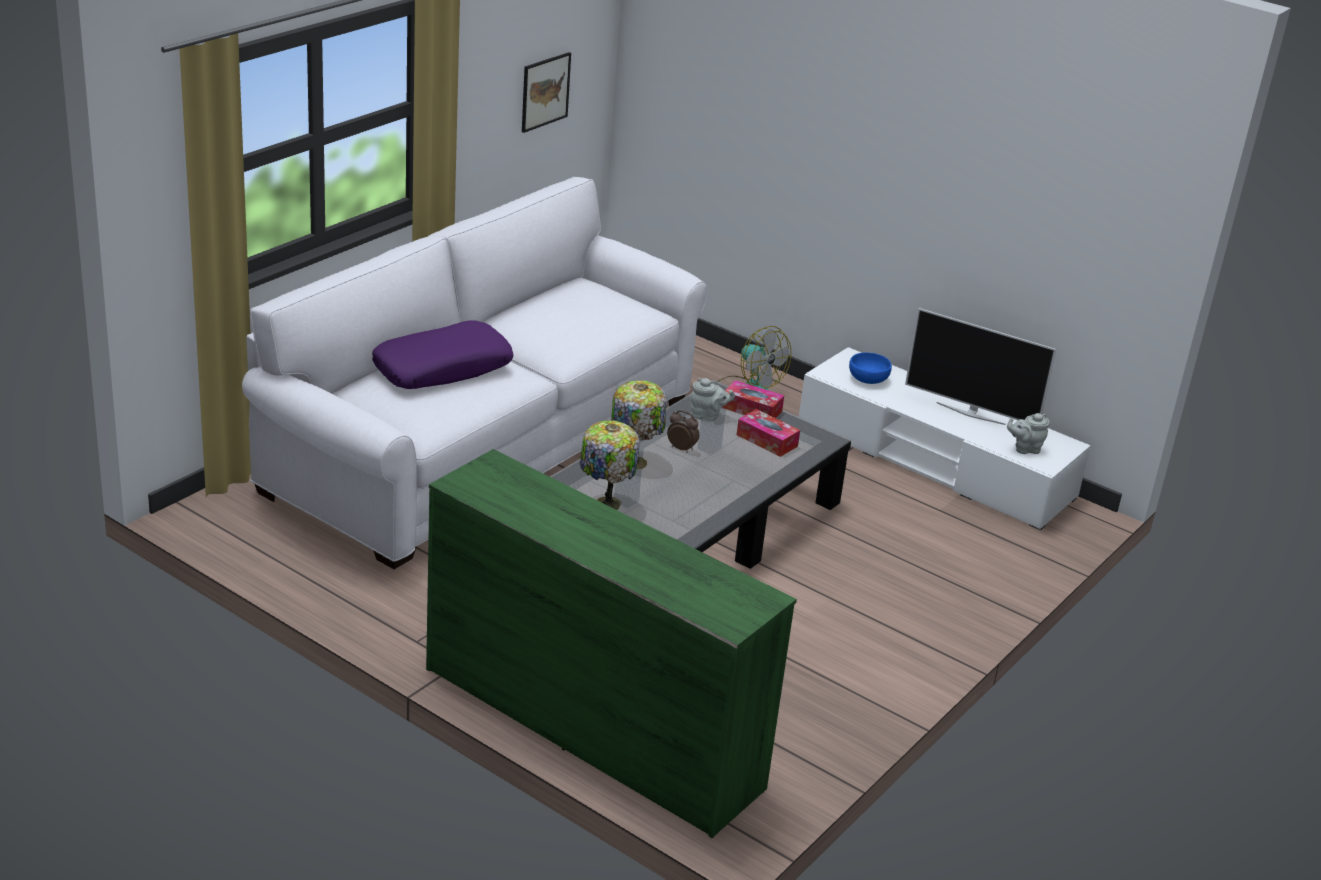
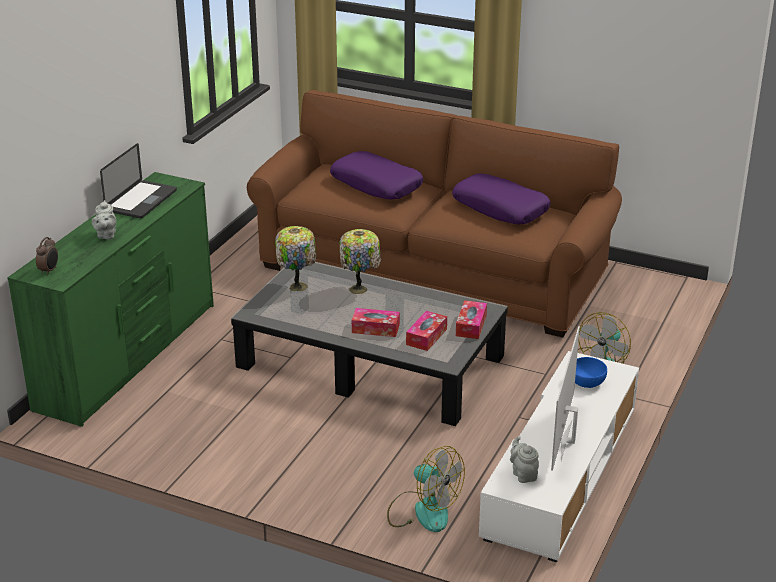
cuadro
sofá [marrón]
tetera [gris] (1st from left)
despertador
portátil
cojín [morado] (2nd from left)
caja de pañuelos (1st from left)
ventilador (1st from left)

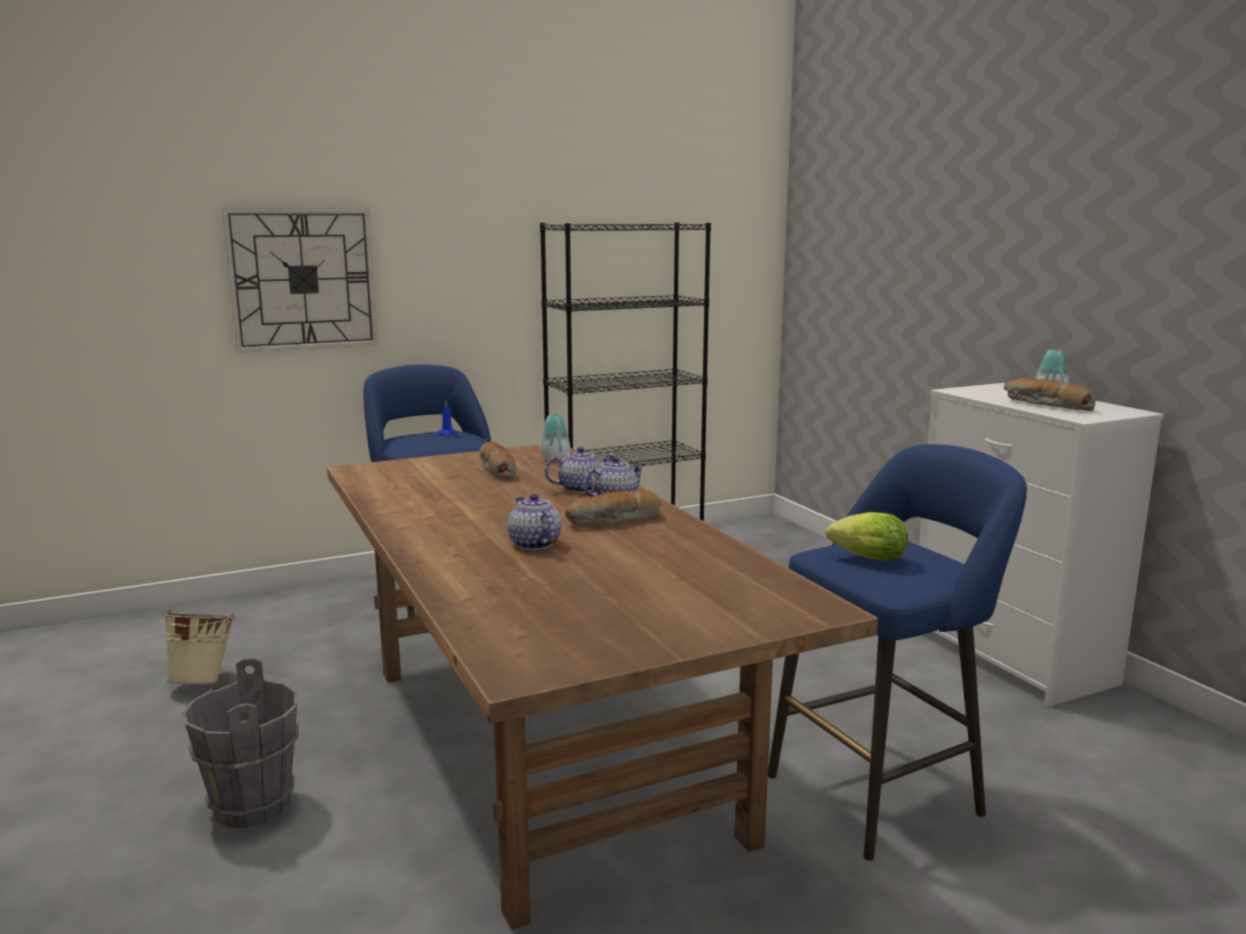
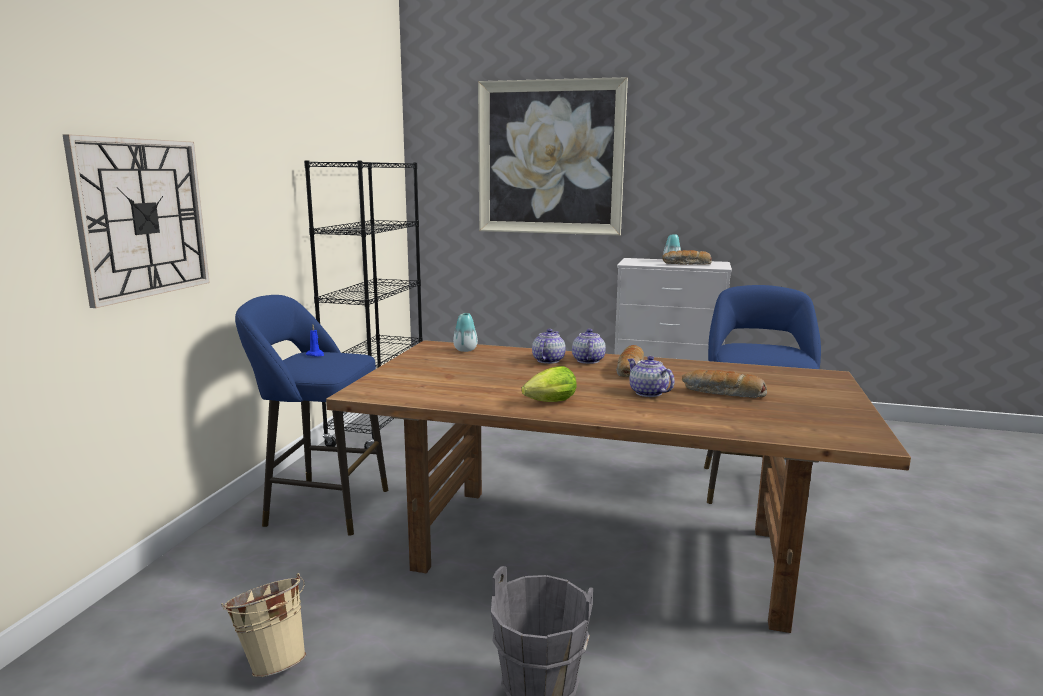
pan (3rd from left)
tetera (3rd from left)
lechuga
cuadro

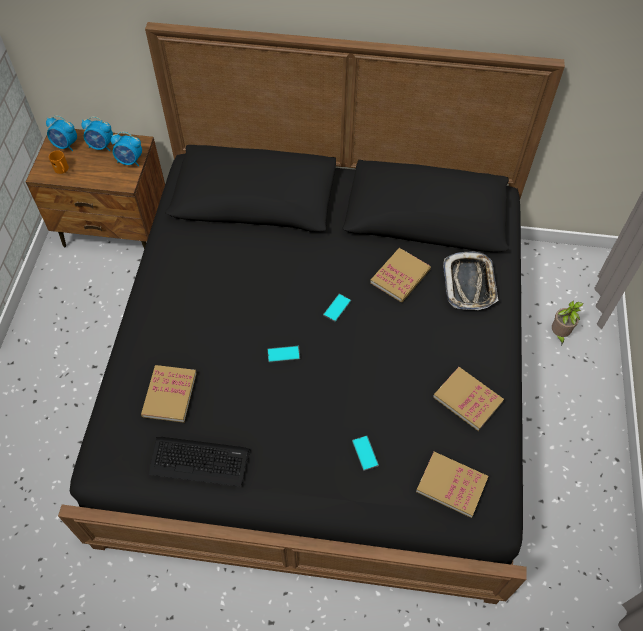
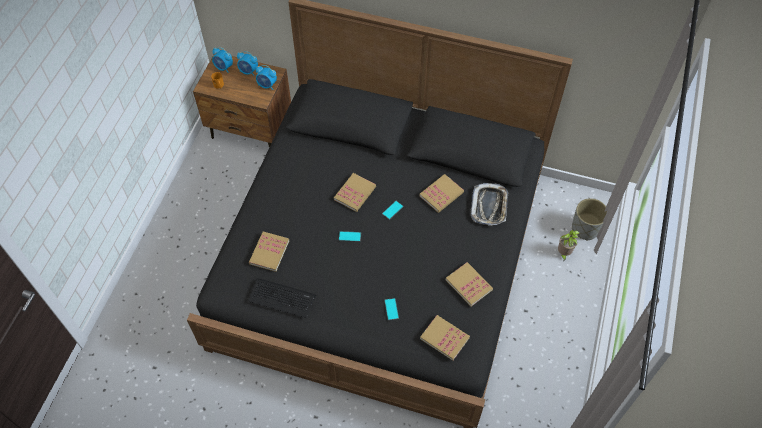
libro (2nd from left)
maceta [gris]

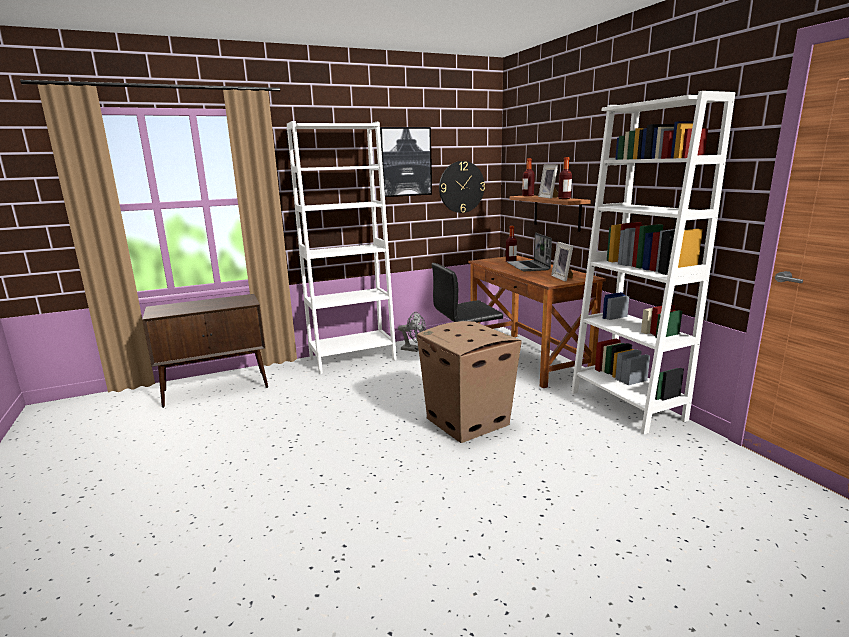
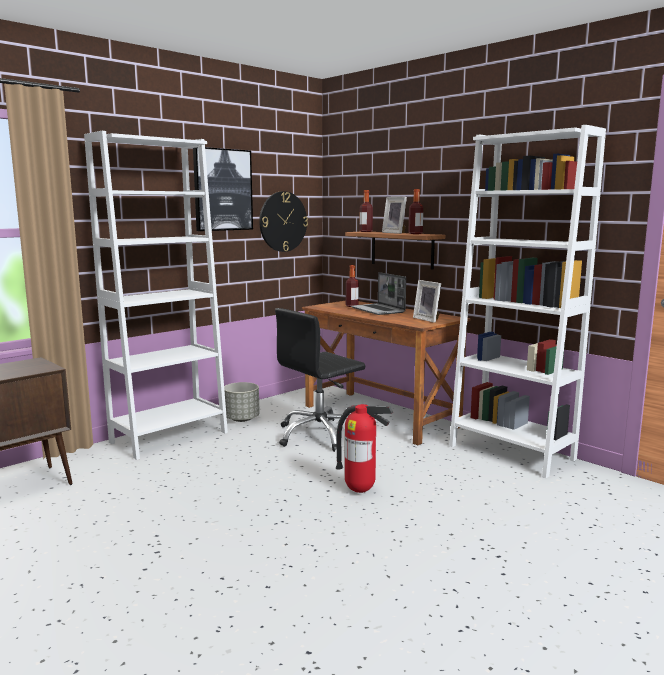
maceta [gris]
extintor

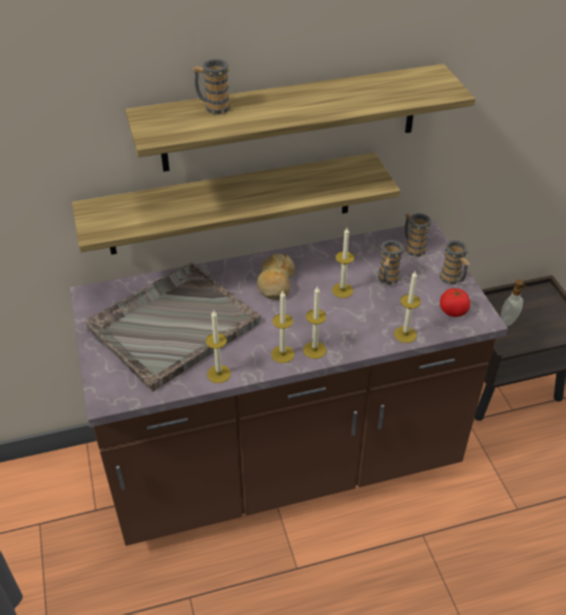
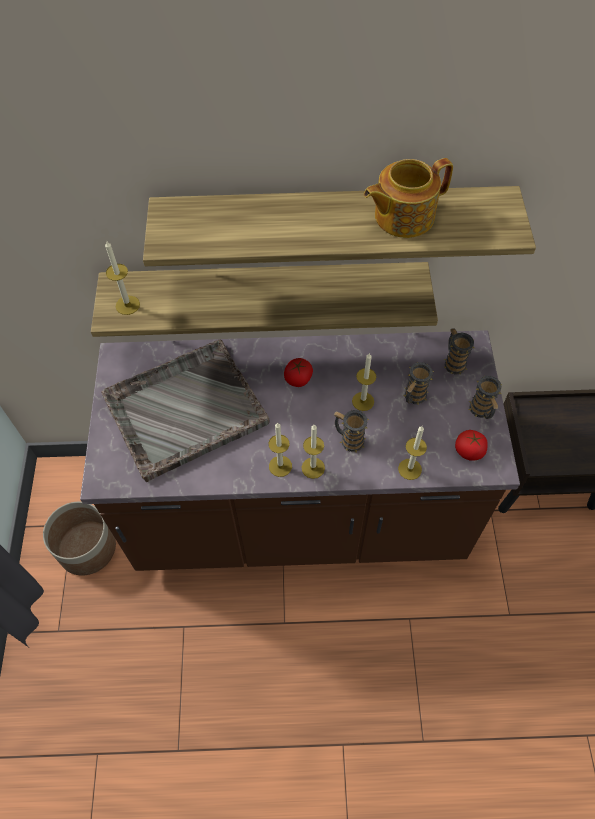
taza grande (1st from left)
tomate (1st from left)
dispensador de jabón
vela (1st from left)
tetera
maceta

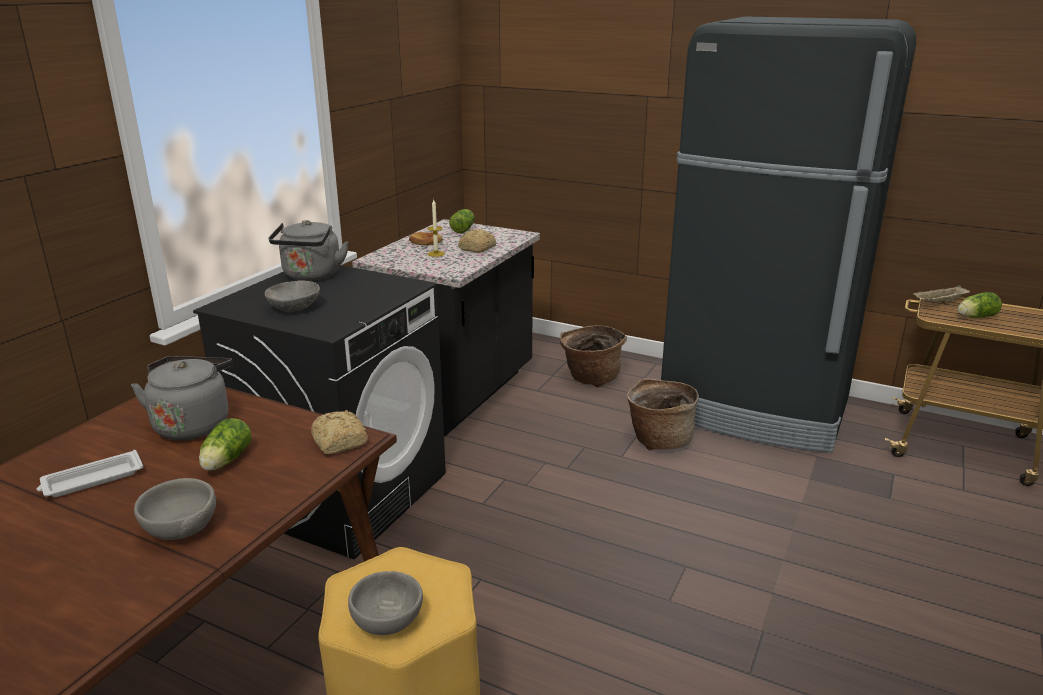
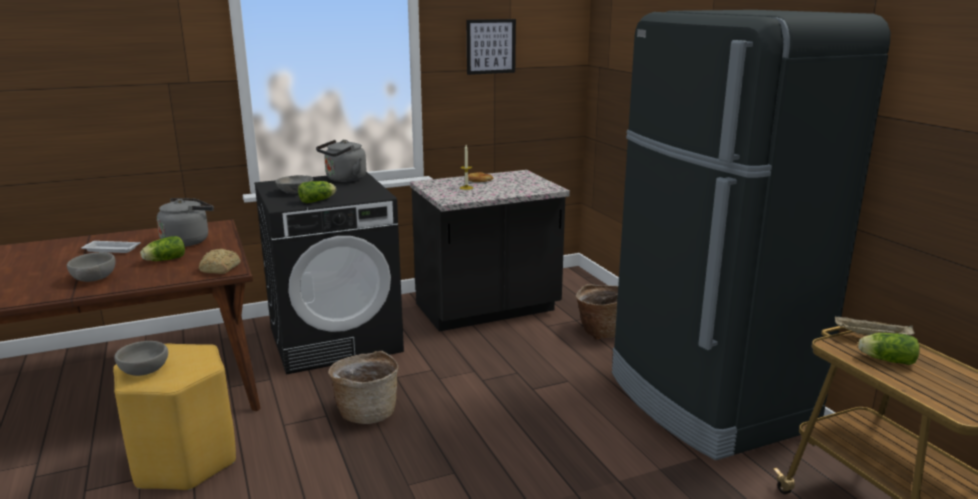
lechuga (2nd from left)
pan (3rd from left in the first image)
cesta (1st from left)
cuadro

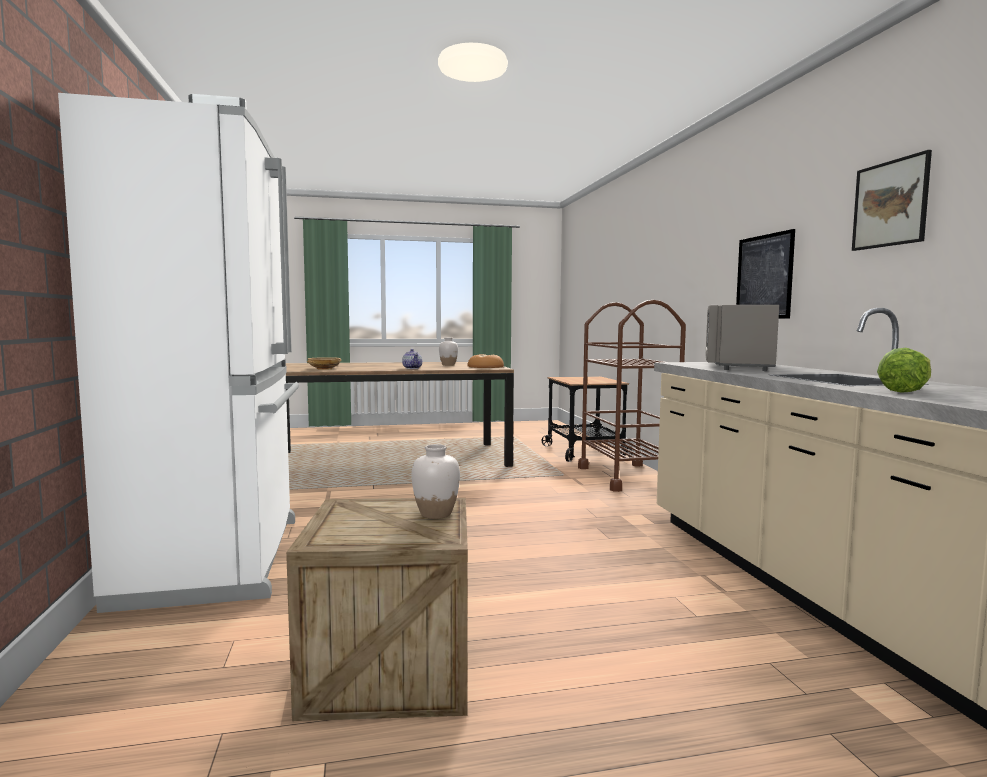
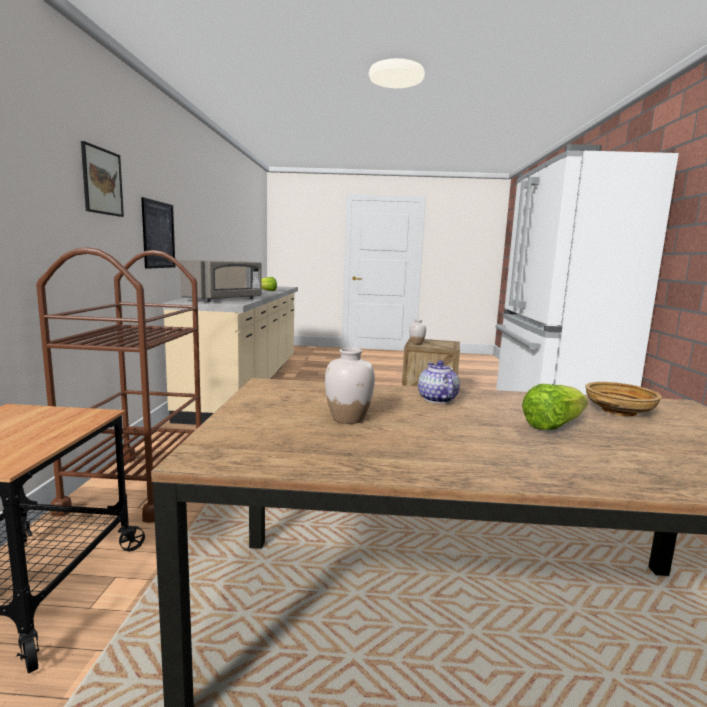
cuadro (1st from left)
pan
lechuga (2nd from left)

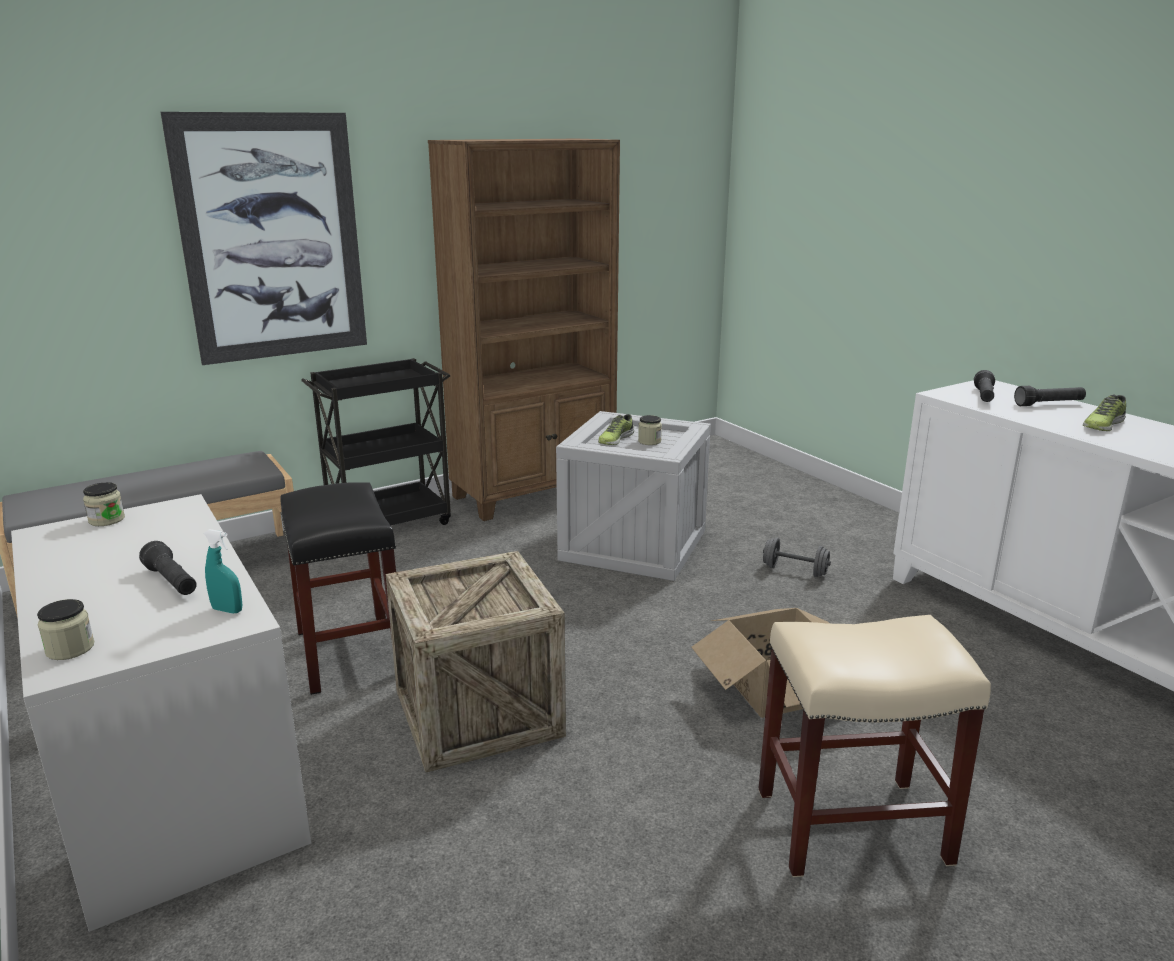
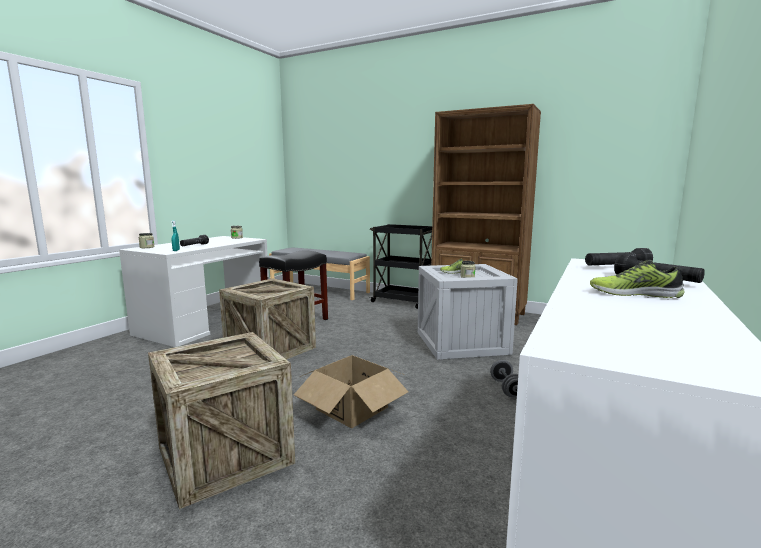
cuadro
caja de embalaje (1st from left)

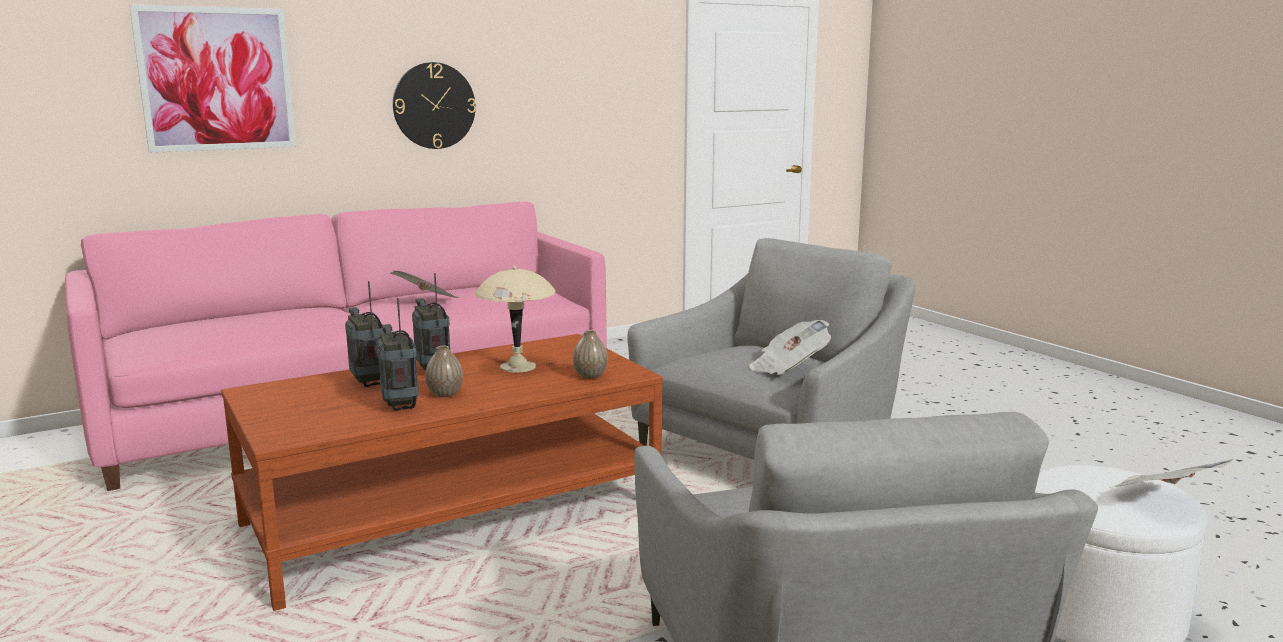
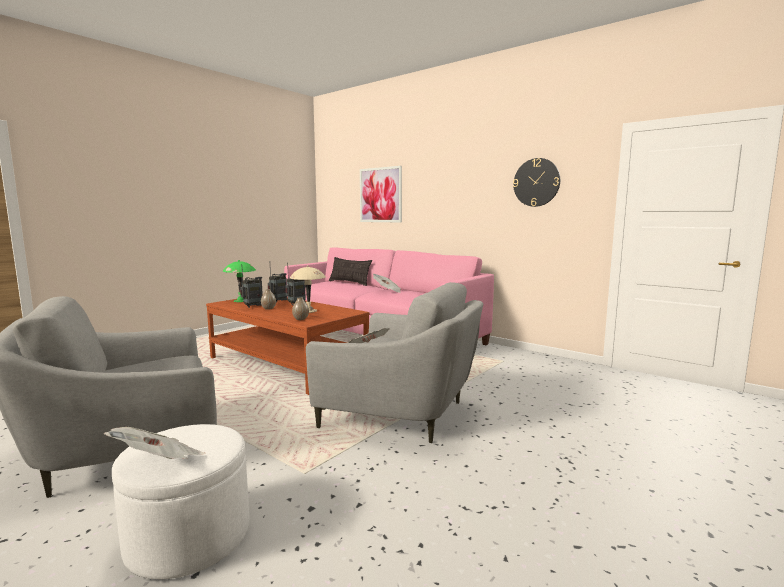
reloj de pared
cojín
lámpara de mesa [verde]

